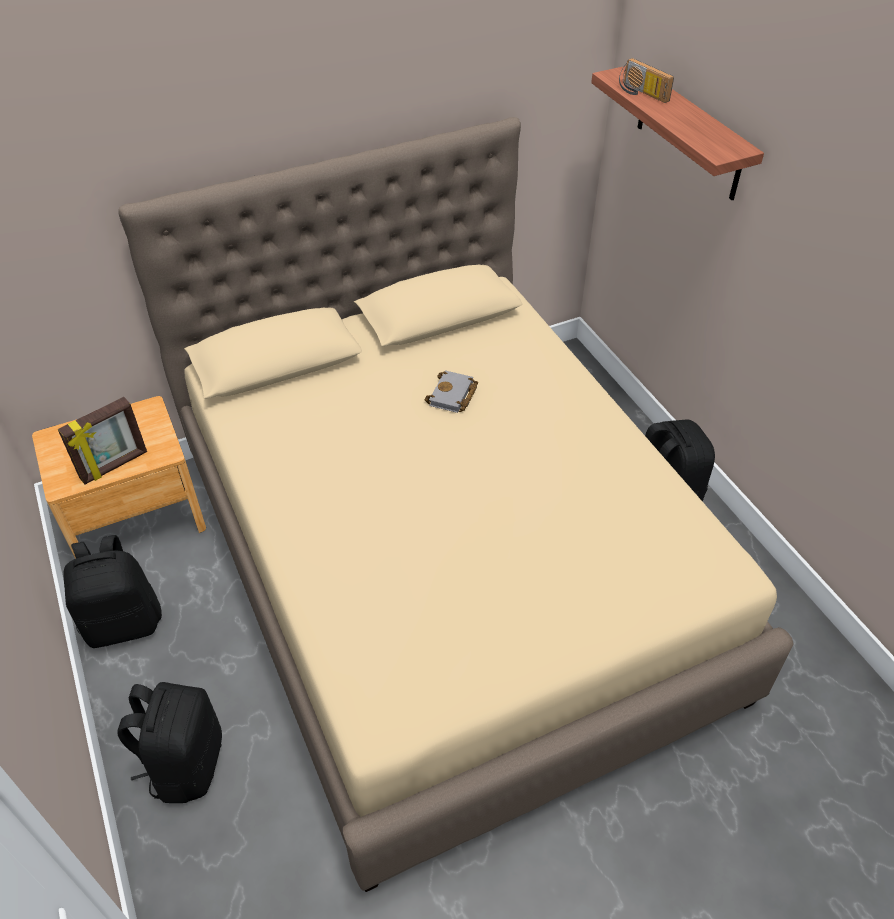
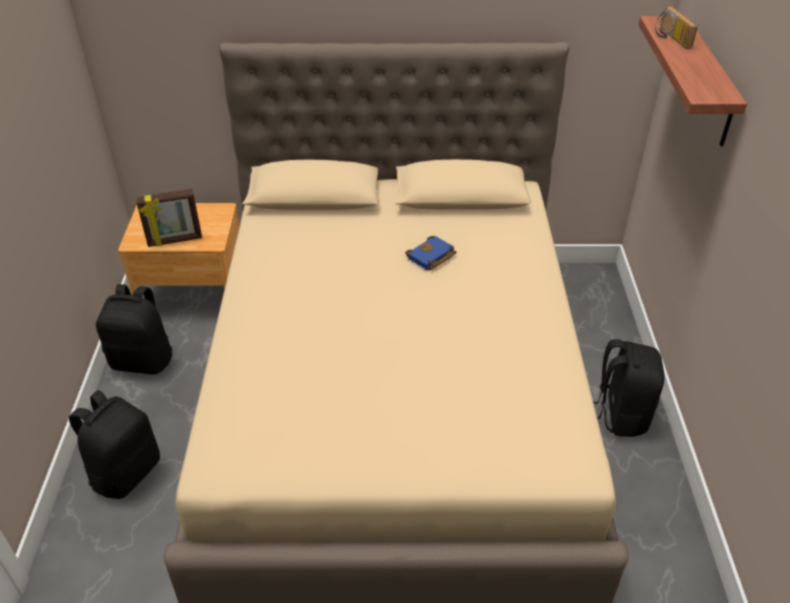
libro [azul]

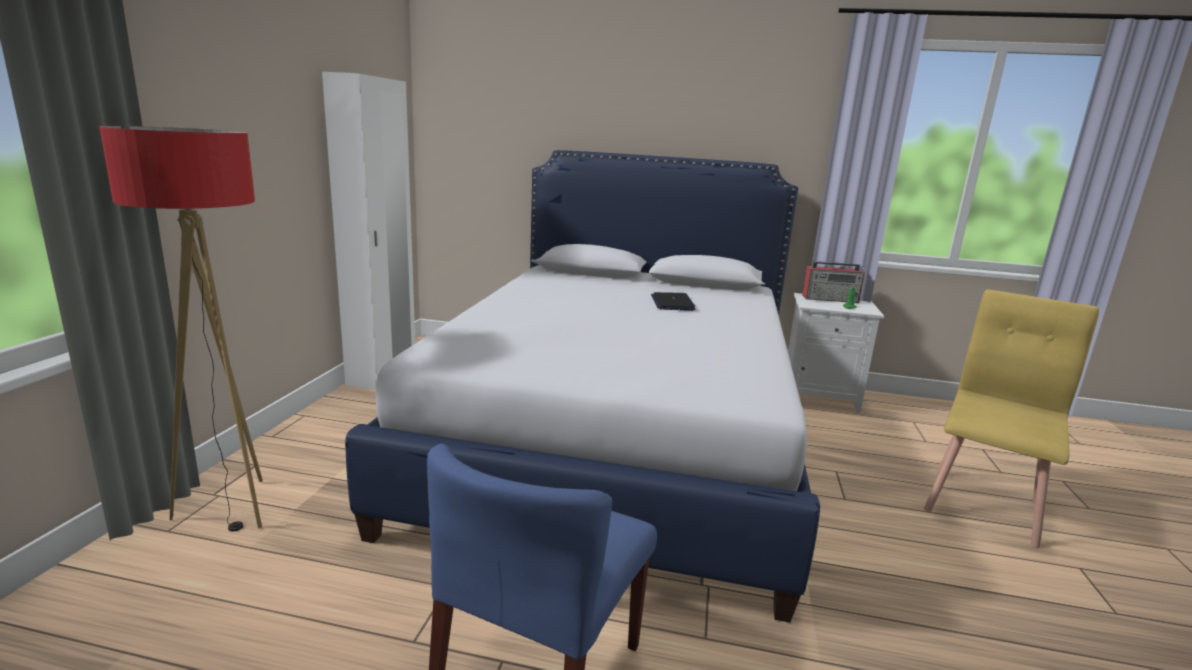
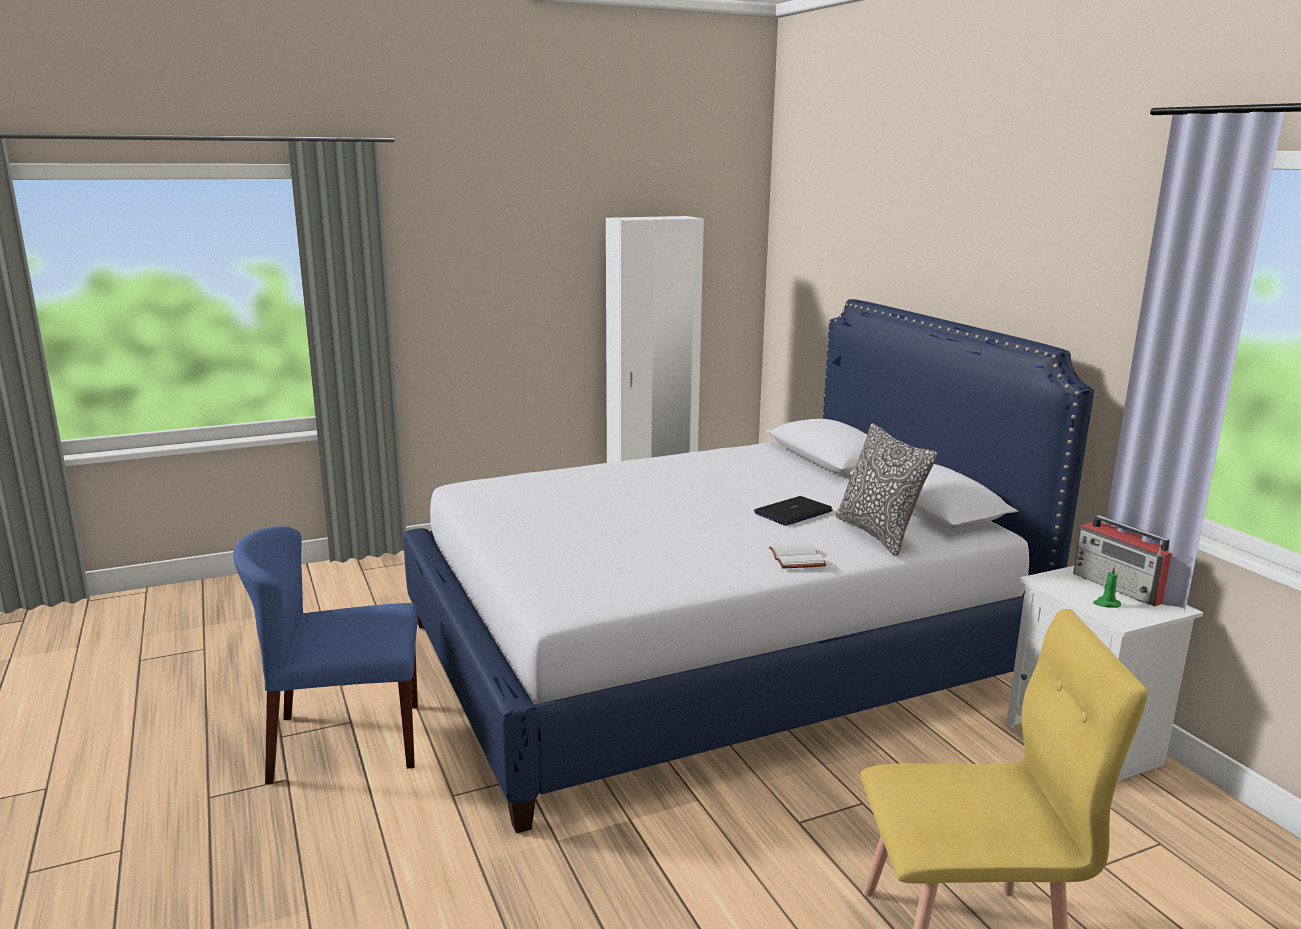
lámpara de pie
cojín
libro [blanco]

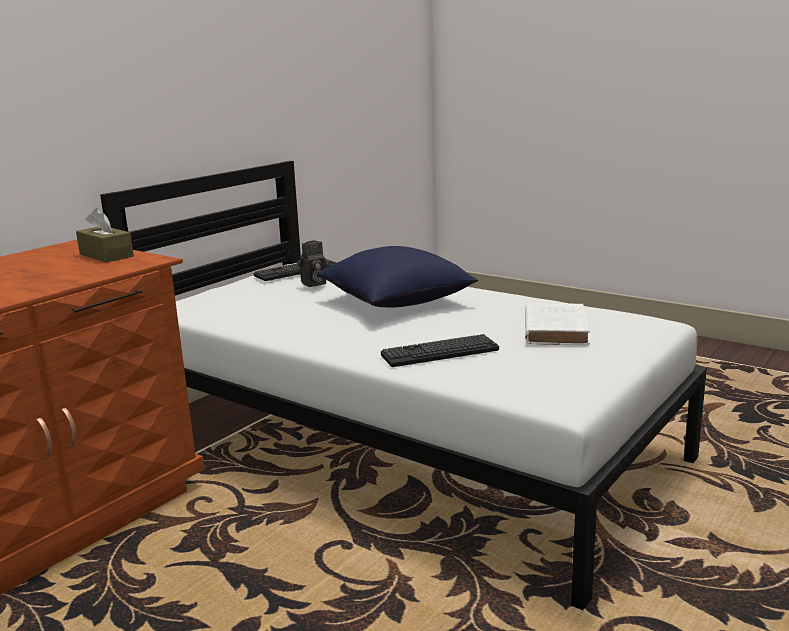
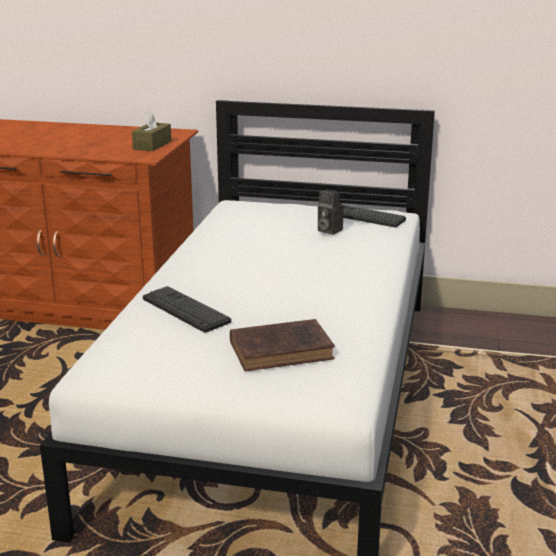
cojín [azul]
libro [marrón]

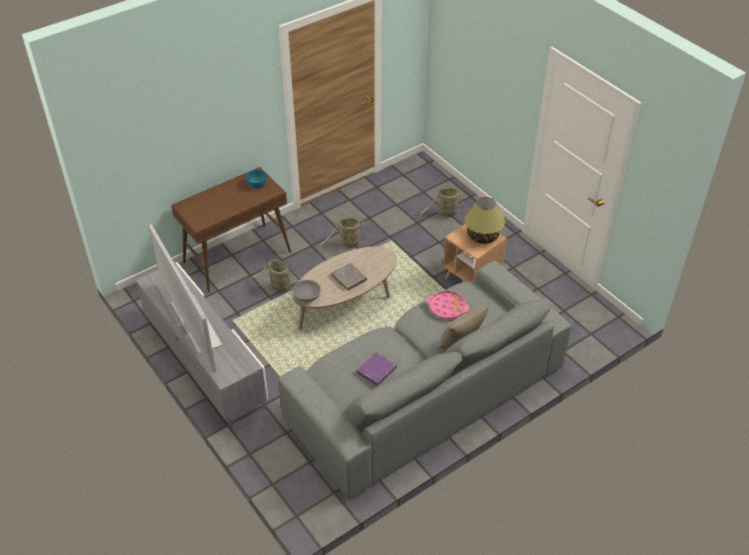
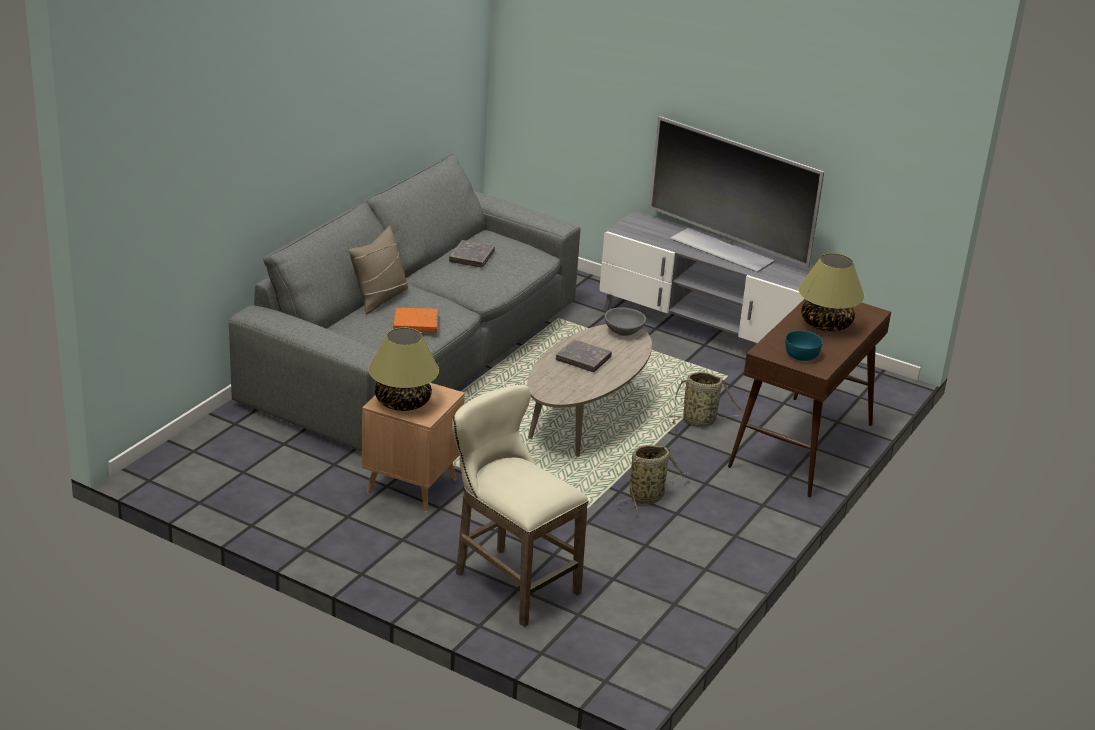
taburete [beis]
libro [naranja]
libro [gris] (1st from left)
lámpara de mesa (2nd from left)

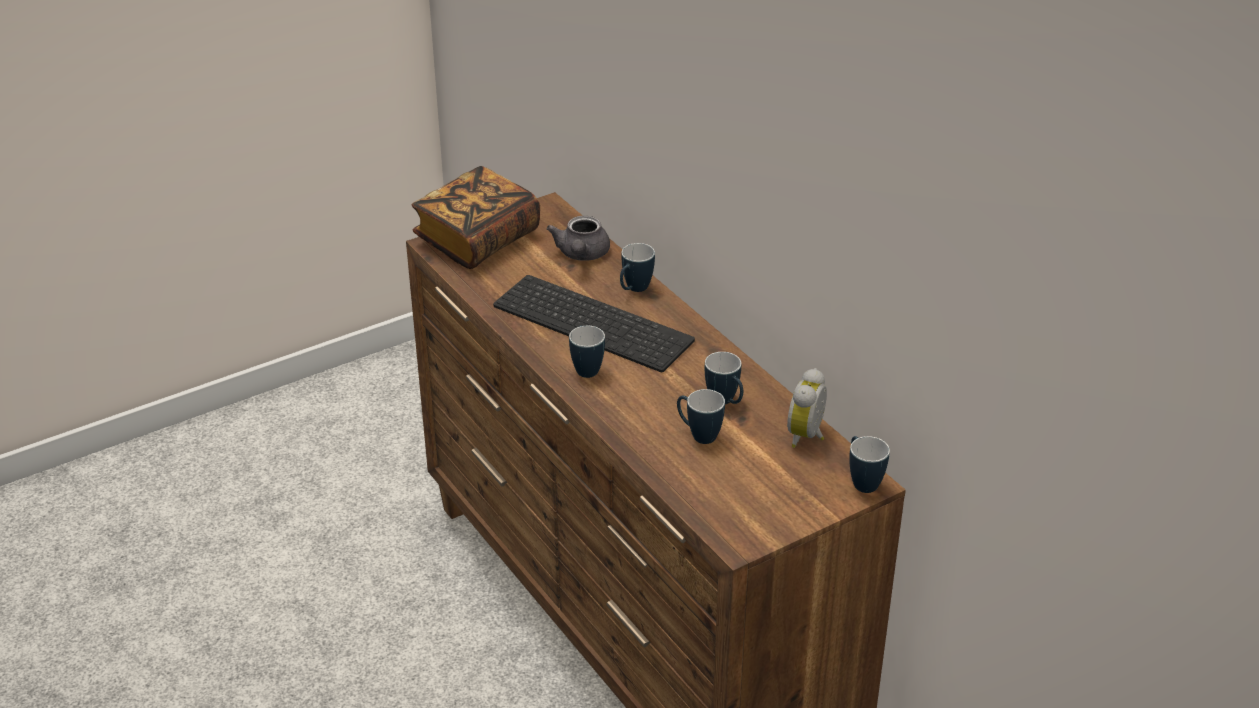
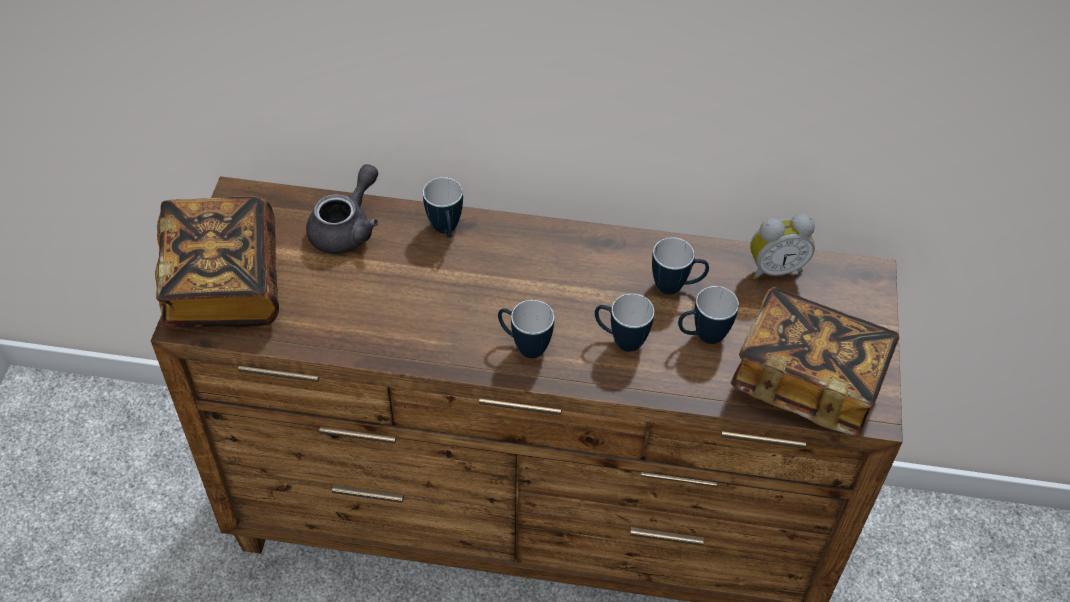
tetera [gris]
teclado
despertador
taza grande (3rd from left)
libro (2nd from left)

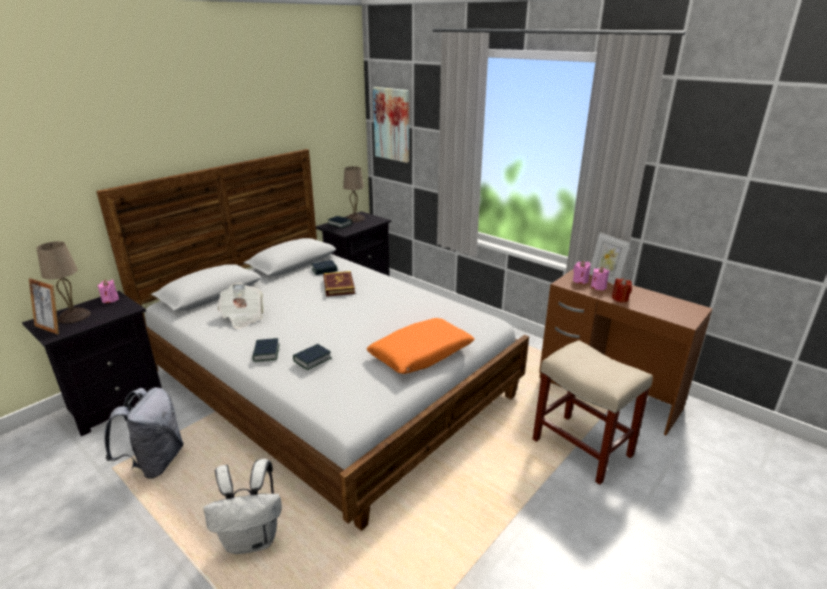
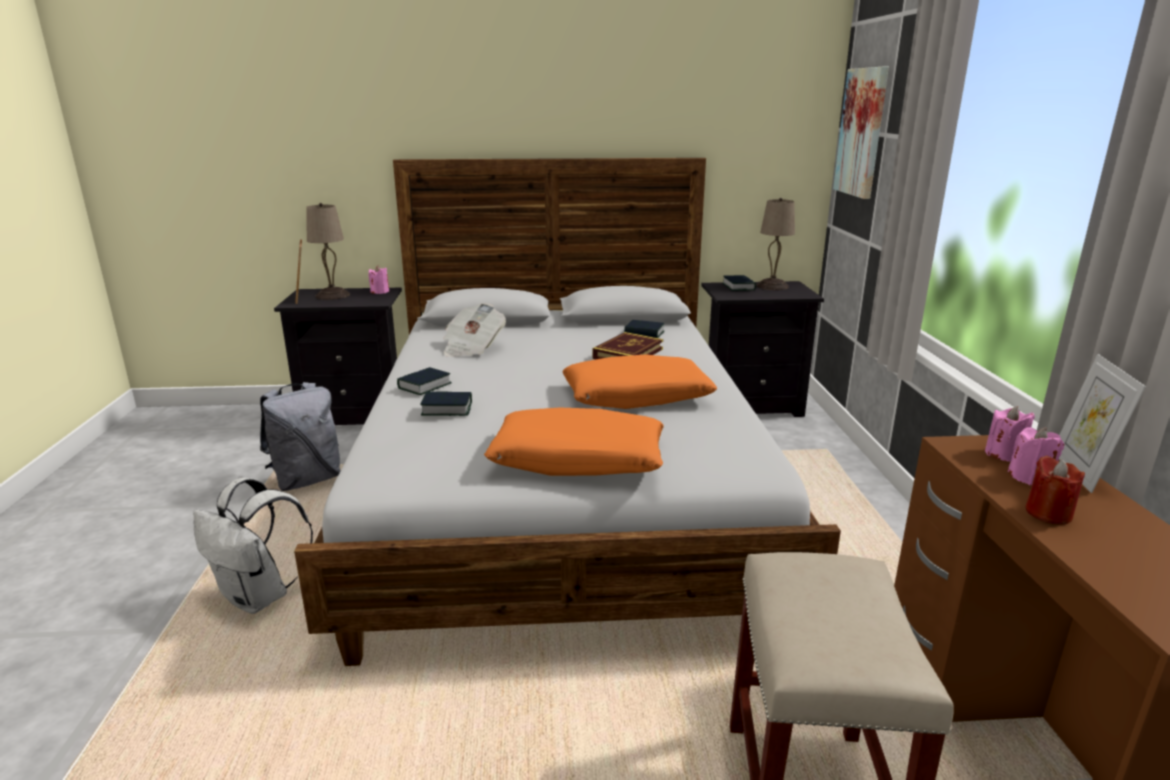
cojín [naranja] (2nd from left)

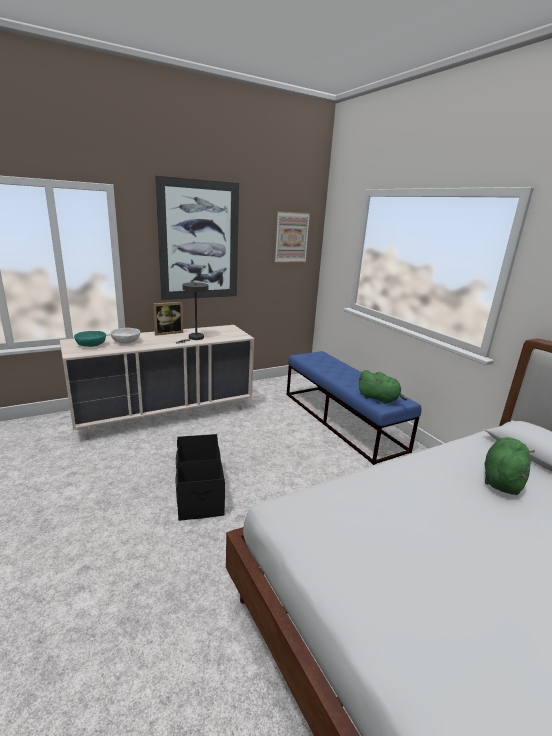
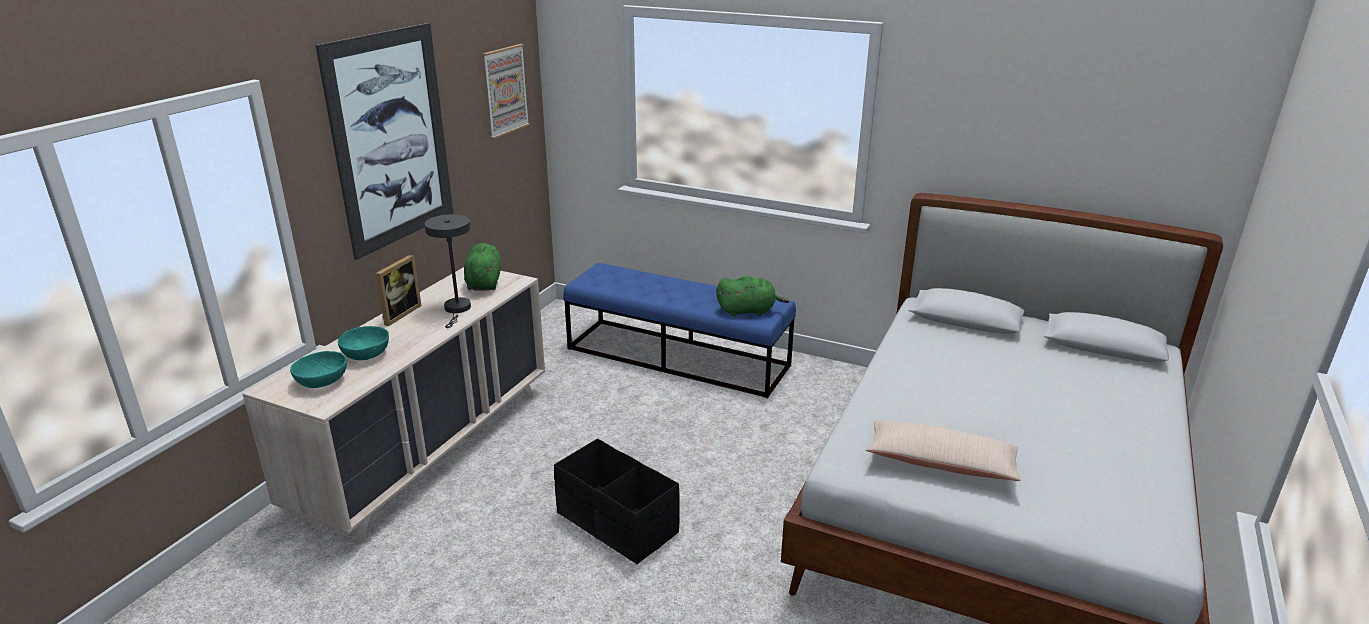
cuenco [turquesa] (2nd from left)
peluche [verde] (1st from left)
cojín [beis]

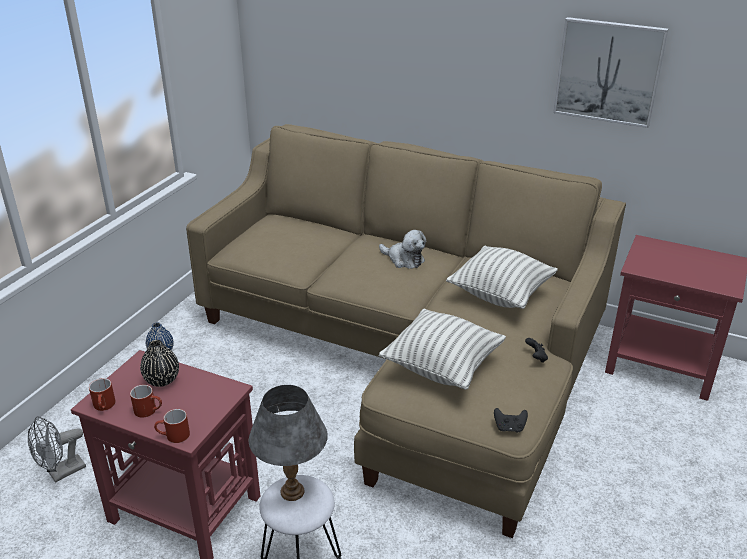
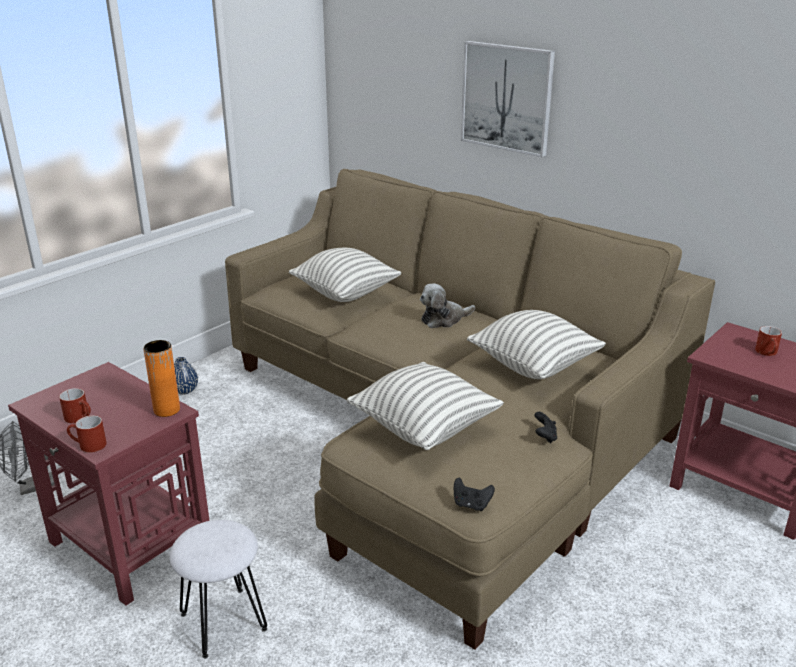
cuadro
peluche
florero [negro]
taza grande [rojo] (3rd from left)
lámpara de mesa [gris]
cojín (1st from left)
florero [naranja]

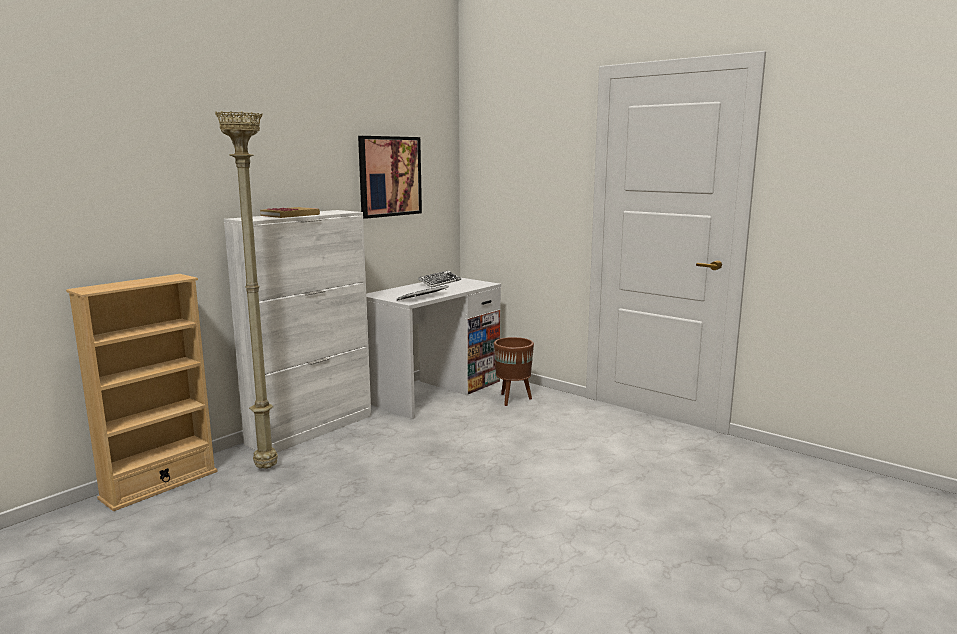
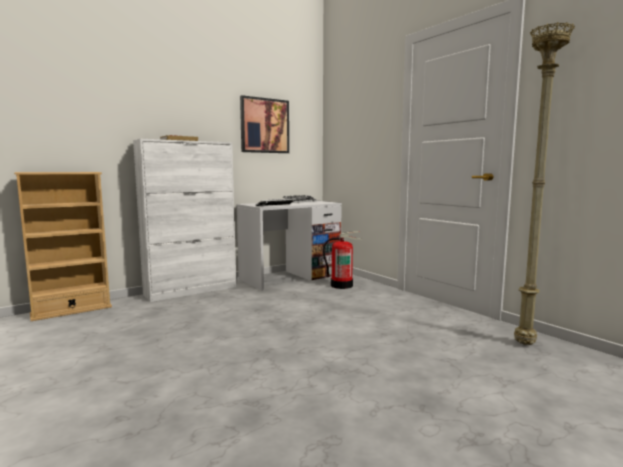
lámpara de pie [beis]
extintor

